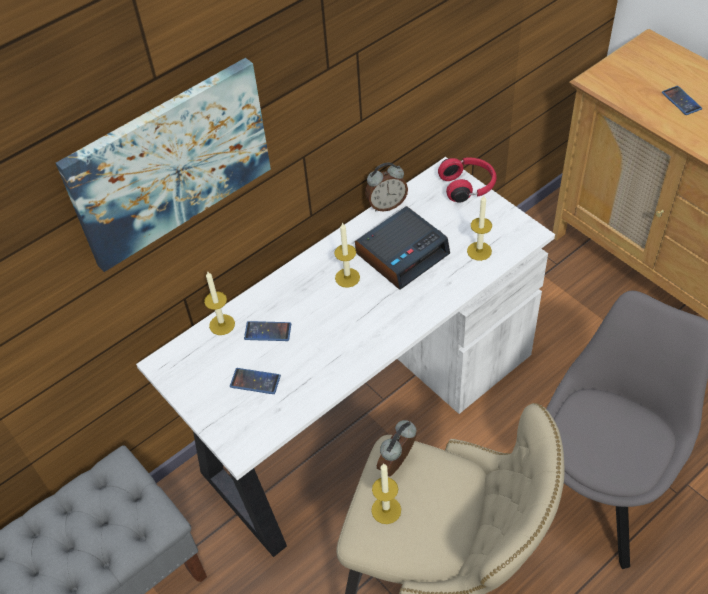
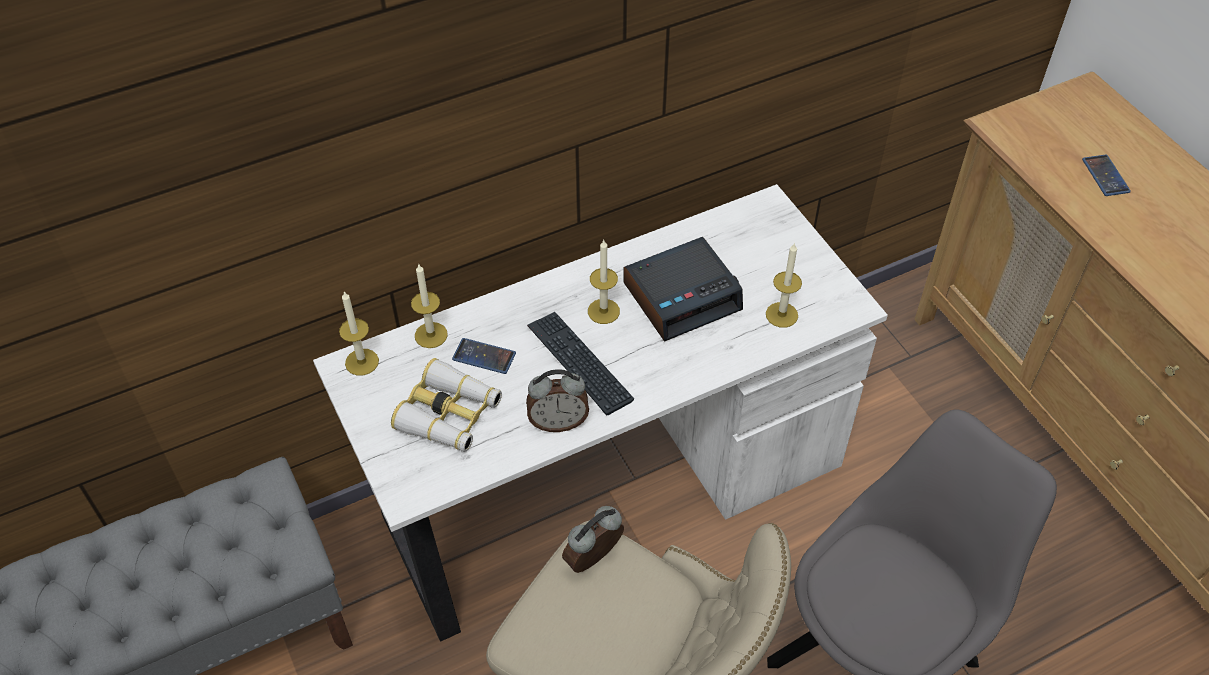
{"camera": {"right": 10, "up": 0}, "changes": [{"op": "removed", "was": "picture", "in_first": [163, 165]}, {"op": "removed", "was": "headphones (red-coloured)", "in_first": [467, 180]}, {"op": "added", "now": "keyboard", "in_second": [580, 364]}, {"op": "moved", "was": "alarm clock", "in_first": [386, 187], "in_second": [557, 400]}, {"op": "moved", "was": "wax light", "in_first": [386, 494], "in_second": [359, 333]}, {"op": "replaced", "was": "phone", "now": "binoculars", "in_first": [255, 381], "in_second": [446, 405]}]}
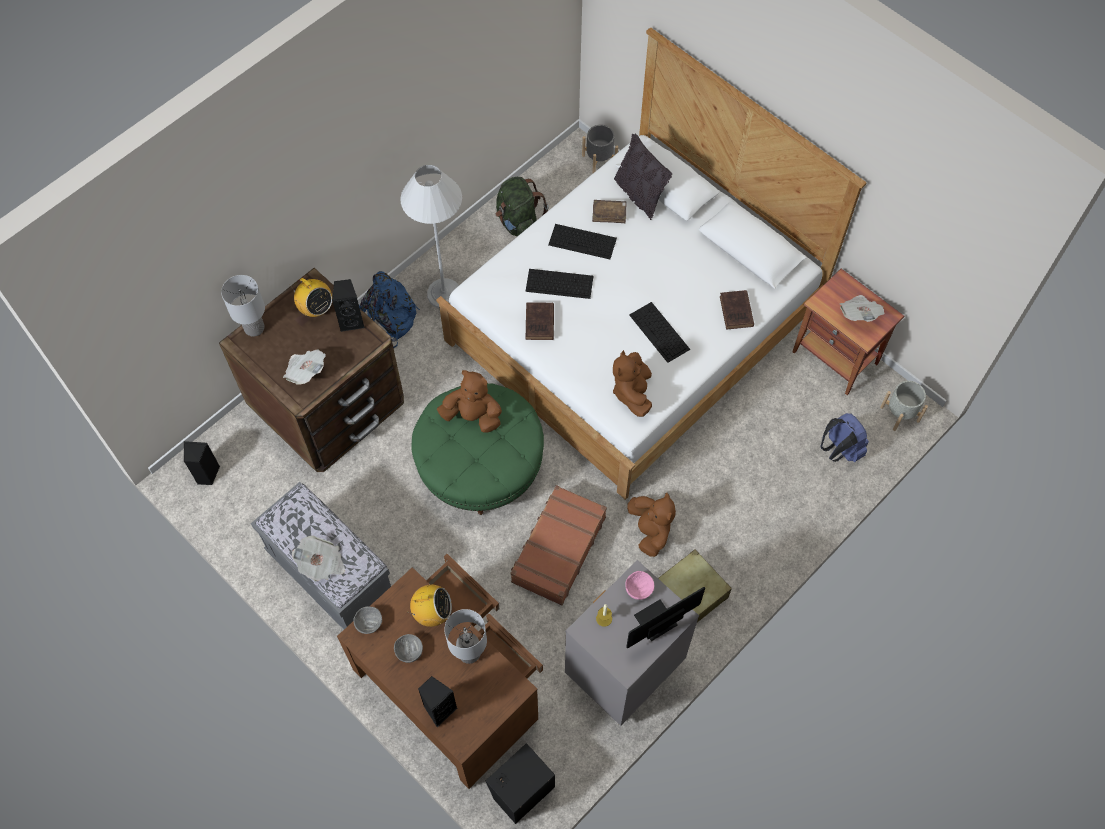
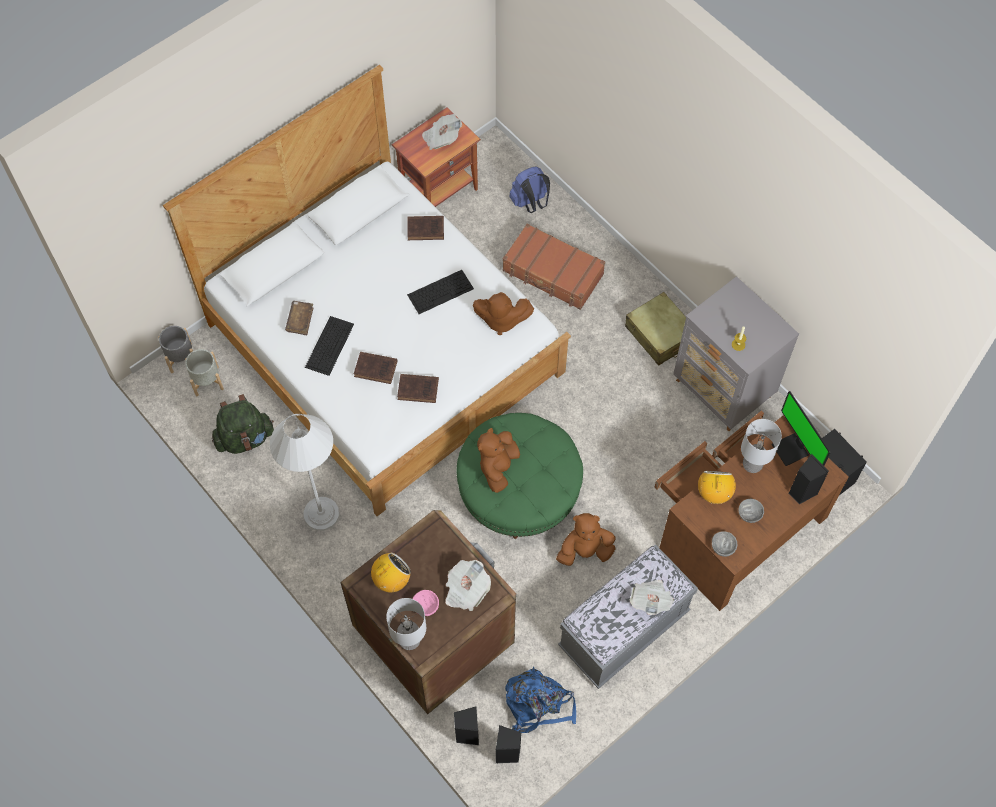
{"camera": {"right": -85, "up": 0}, "changes": [{"op": "removed", "was": "throw pillow (black-coloured)", "in_first": [643, 176]}, {"op": "moved", "was": "loudspeaker (black-coloured)", "in_first": [348, 305], "in_second": [466, 726]}, {"op": "moved", "was": "rucksack (blue)", "in_first": [389, 309], "in_second": [540, 700]}, {"op": "moved", "was": "travel case (brownish)", "in_first": [559, 545], "in_second": [554, 267]}, {"op": "moved", "was": "serving bowl (pink)", "in_first": [639, 585], "in_second": [426, 603]}, {"op": "moved", "was": "computer display", "in_first": [665, 617], "in_second": [801, 428]}, {"op": "moved", "was": "soft toy (brownish)", "in_first": [651, 525], "in_second": [586, 539]}, {"op": "moved", "was": "flower pot (gray)", "in_first": [904, 406], "in_second": [204, 372]}, {"op": "replaced", "was": "keyboard", "now": "bound book (brownish)", "in_first": [559, 284], "in_second": [376, 368]}]}
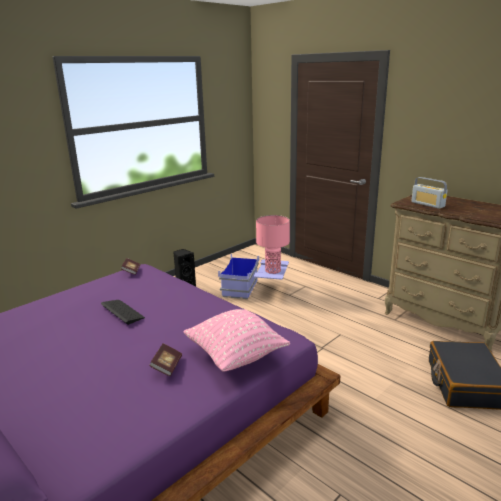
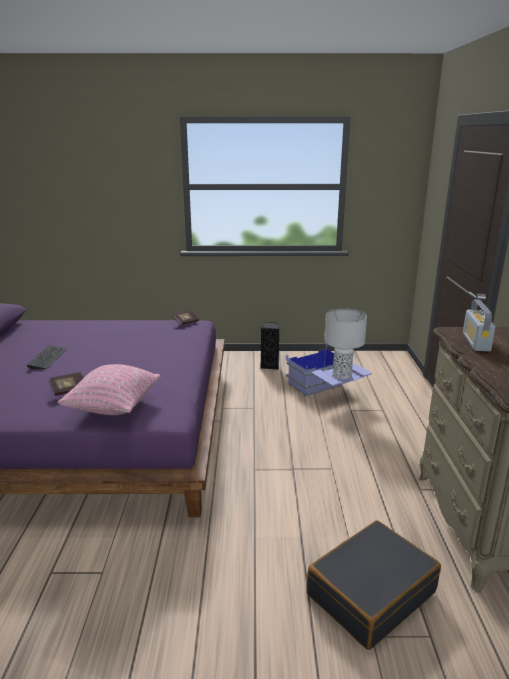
{"camera": {"right": 45, "up": 0}, "changes": [{"op": "moved", "was": "keyboard", "in_first": [123, 312], "in_second": [47, 357]}, {"op": "recoloured", "was": "table lamp (pink)", "now": "table lamp (whitish)", "in_first": [273, 244], "in_second": [345, 344]}]}
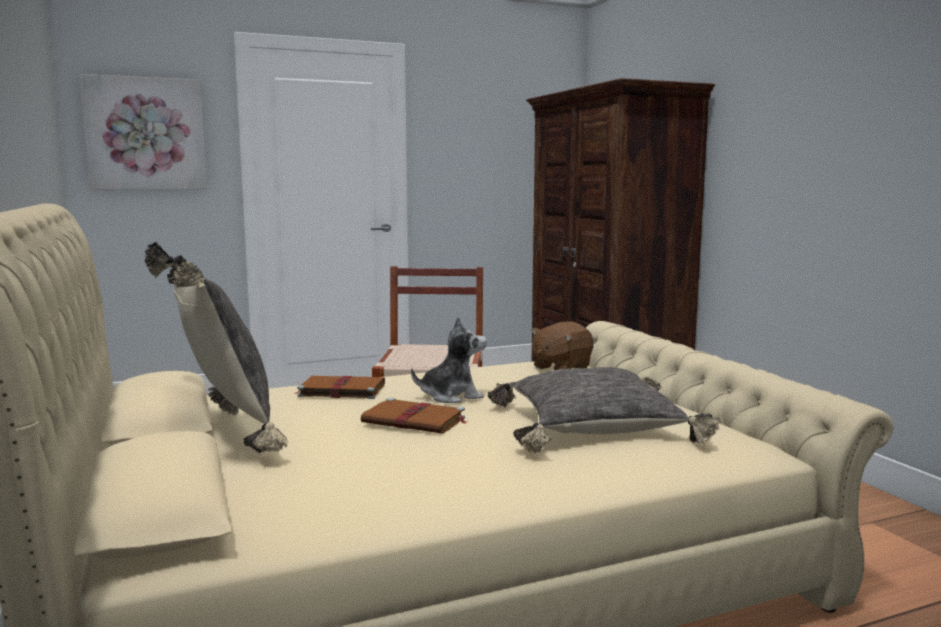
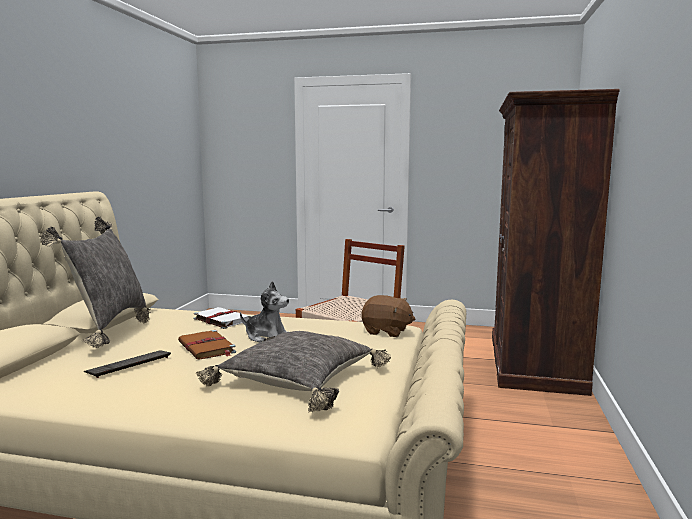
{"camera": {"right": 35, "up": 0}, "changes": [{"op": "removed", "was": "picture", "in_first": [143, 132]}, {"op": "added", "now": "keyboard", "in_second": [127, 364]}, {"op": "recoloured", "was": "bound book (brownish)", "now": "bound book (whitish)", "in_first": [339, 387], "in_second": [222, 318]}, {"op": "turned", "was": "soft toy (brownish)", "in_first": [562, 346], "in_second": [388, 316], "clockwise": -150}]}
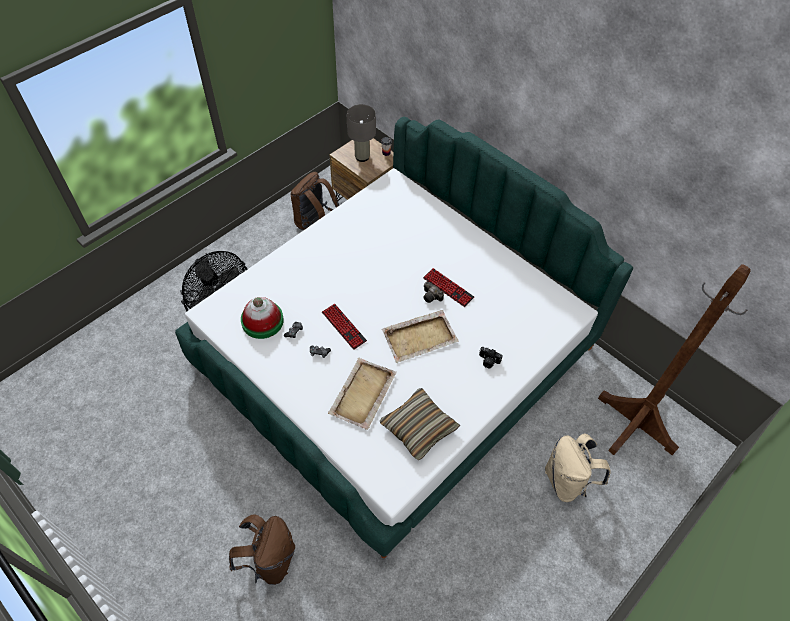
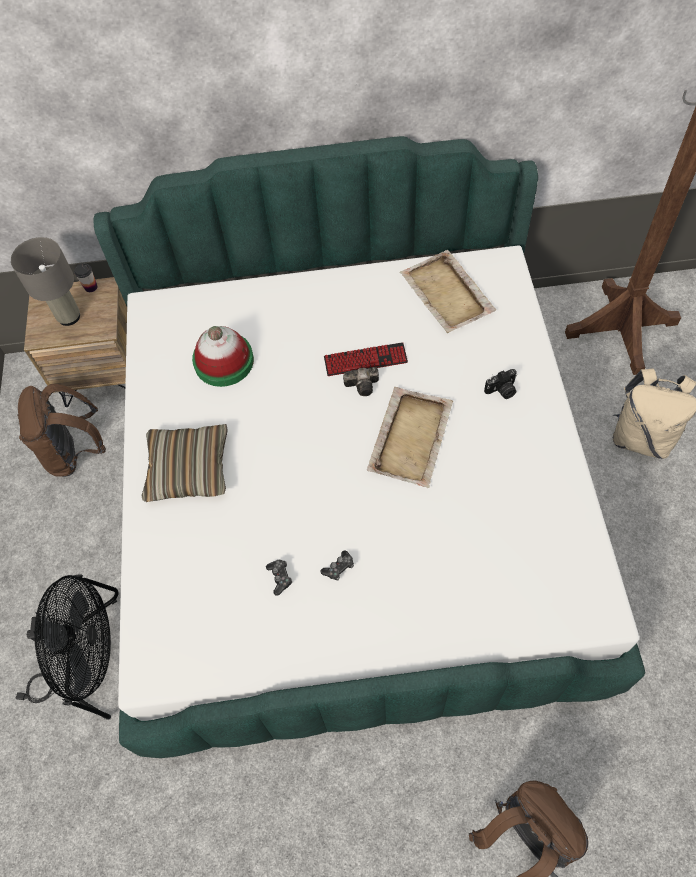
{"camera": {"right": -45, "up": 5}, "changes": [{"op": "removed", "was": "keyboard", "in_first": [344, 327]}, {"op": "moved", "was": "clothing hat", "in_first": [262, 318], "in_second": [223, 356]}, {"op": "moved", "was": "tray (sand-coloured)", "in_first": [362, 394], "in_second": [448, 291]}, {"op": "moved", "was": "throw pillow", "in_first": [420, 424], "in_second": [185, 463]}]}
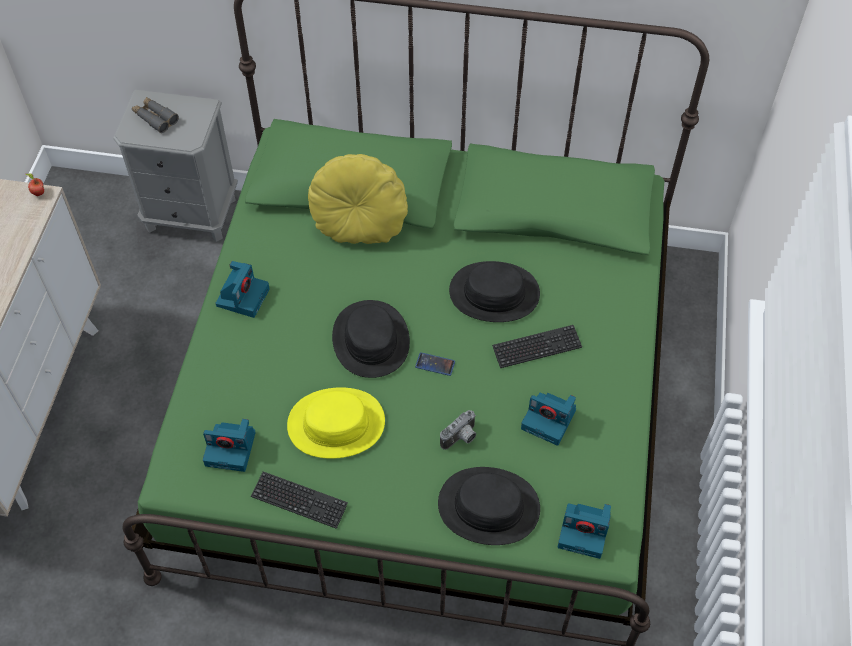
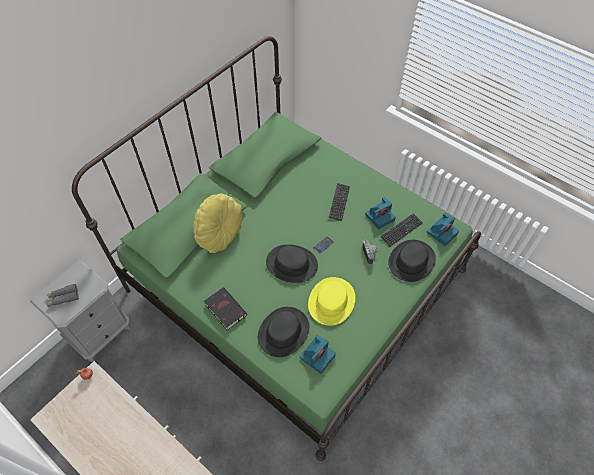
{"camera": {"right": -60, "up": 0}, "changes": [{"op": "moved", "was": "keyboard", "in_first": [299, 500], "in_second": [401, 230]}, {"op": "moved", "was": "clothing hat (black-coloured)", "in_first": [494, 291], "in_second": [283, 332]}, {"op": "replaced", "was": "still camera", "now": "bound book (black-coloured)", "in_first": [242, 289], "in_second": [225, 308]}]}
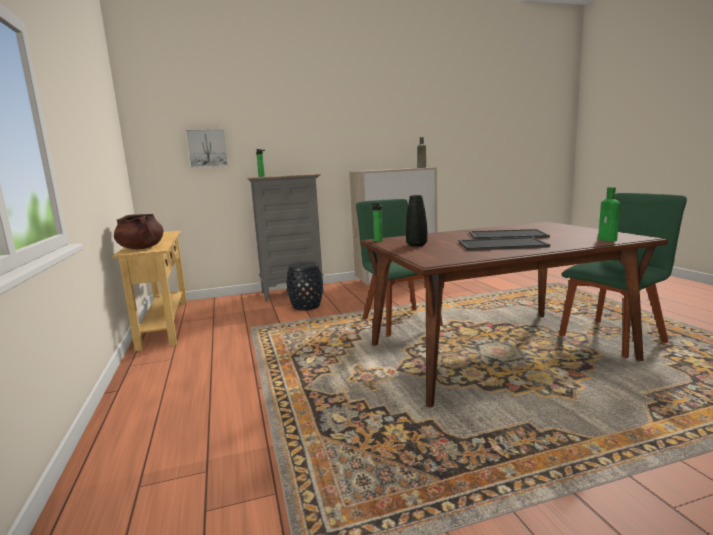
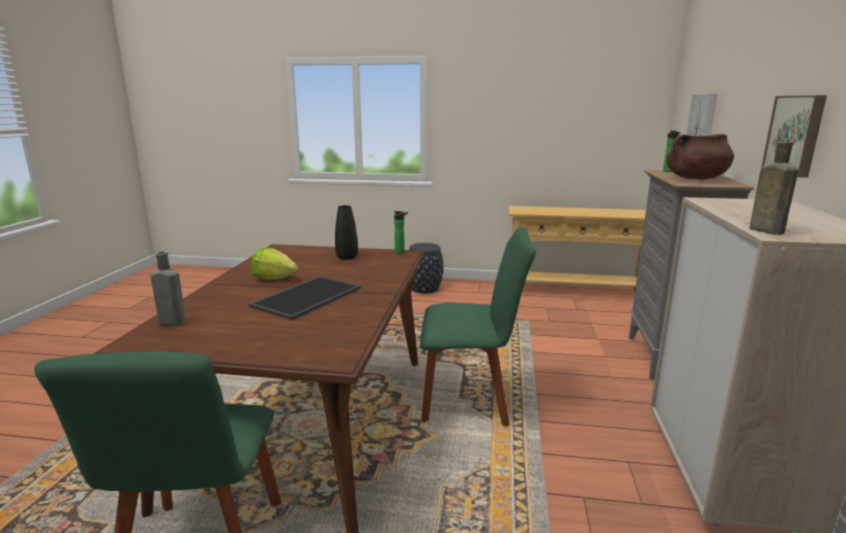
{"camera": {"right": 115, "up": 5}, "changes": [{"op": "added", "now": "picture", "in_second": [794, 136]}, {"op": "moved", "was": "cooking pot (brownish)", "in_first": [138, 231], "in_second": [700, 156]}, {"op": "moved", "was": "stool (black-coloured)", "in_first": [304, 286], "in_second": [426, 268]}, {"op": "replaced", "was": "tray", "now": "lettuce", "in_first": [504, 244], "in_second": [274, 264]}, {"op": "recoloured", "was": "beverage bottle (green)", "now": "beverage bottle (gray)", "in_first": [609, 214], "in_second": [168, 288]}]}
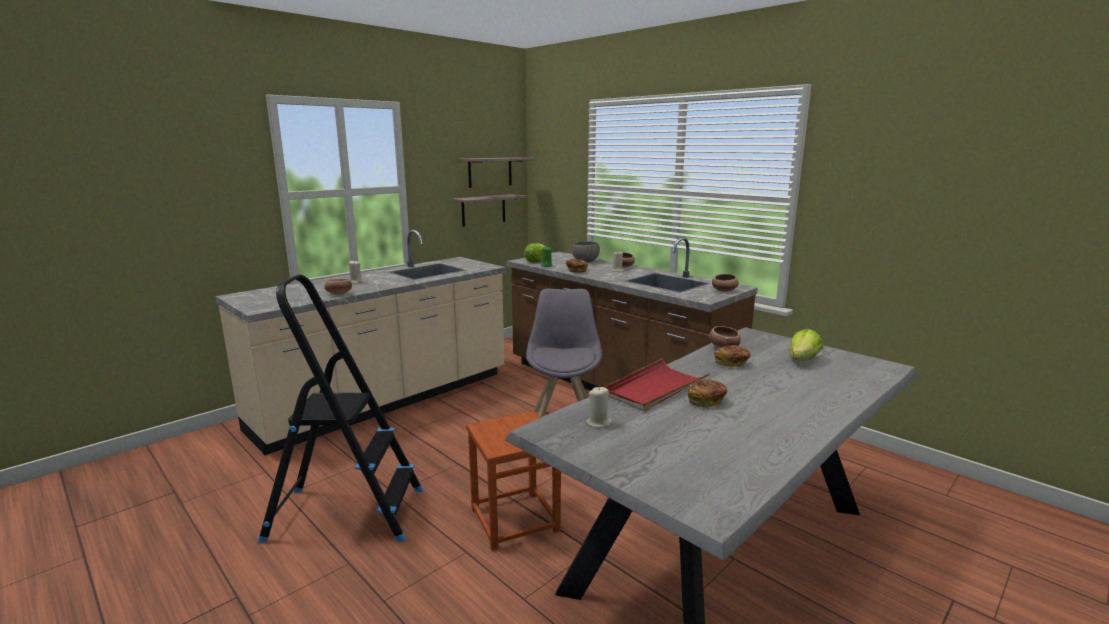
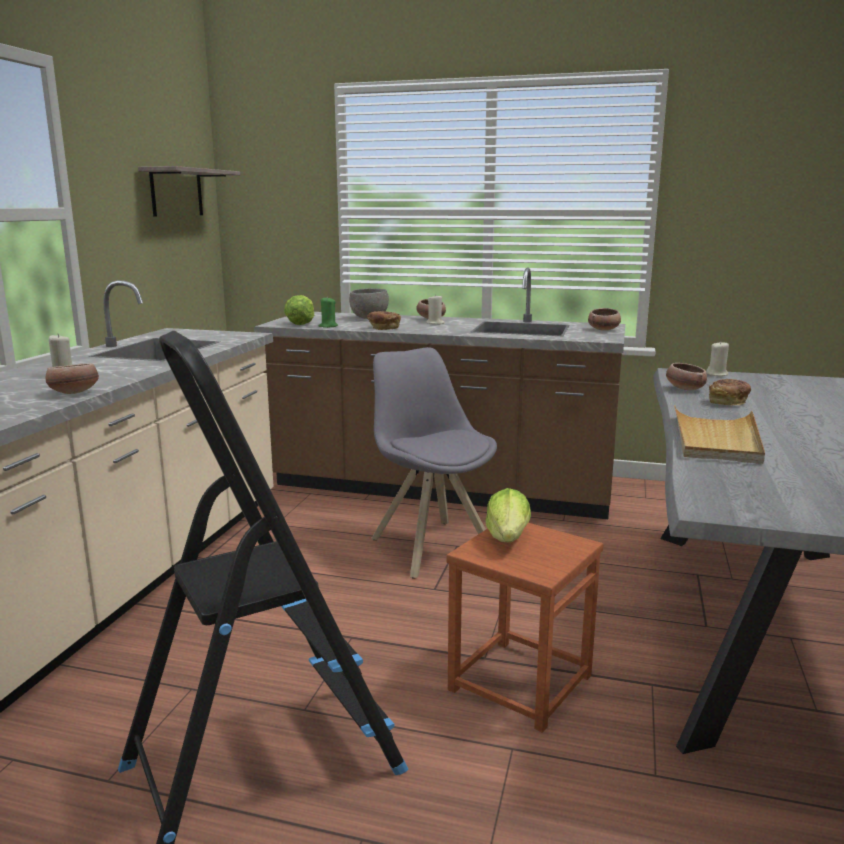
{"camera": {"right": -30, "up": 0}, "changes": [{"op": "removed", "was": "bracket shelf", "in_first": [490, 210]}, {"op": "removed", "was": "bread", "in_first": [708, 393]}, {"op": "moved", "was": "wax light (sand-coloured)", "in_first": [599, 407], "in_second": [717, 358]}, {"op": "moved", "was": "lettuce", "in_first": [806, 345], "in_second": [508, 515]}, {"op": "recoloured", "was": "tray (red-coloured)", "now": "tray (sand-coloured)", "in_first": [657, 385], "in_second": [719, 434]}]}
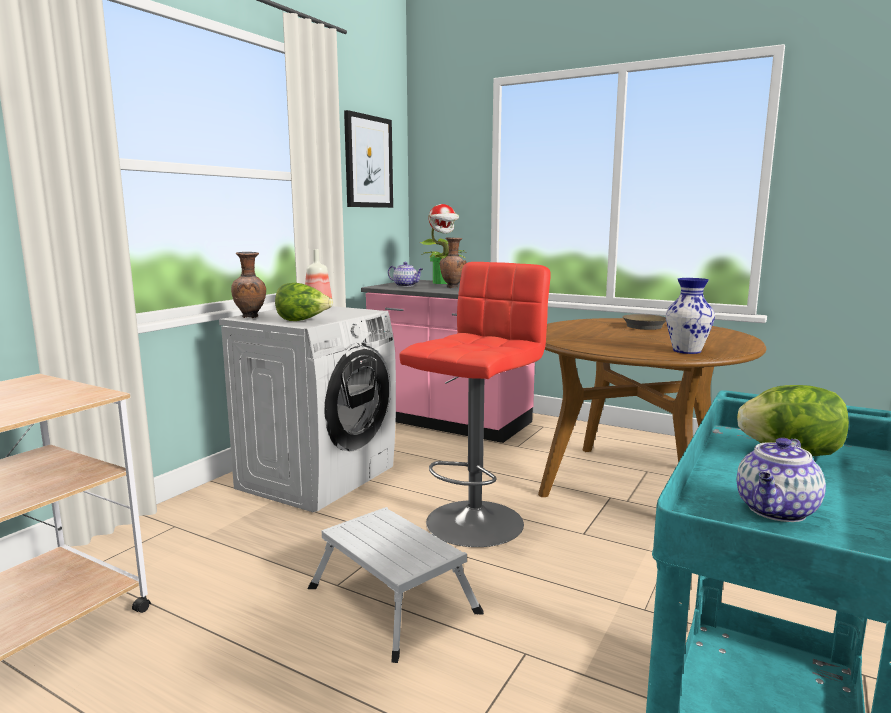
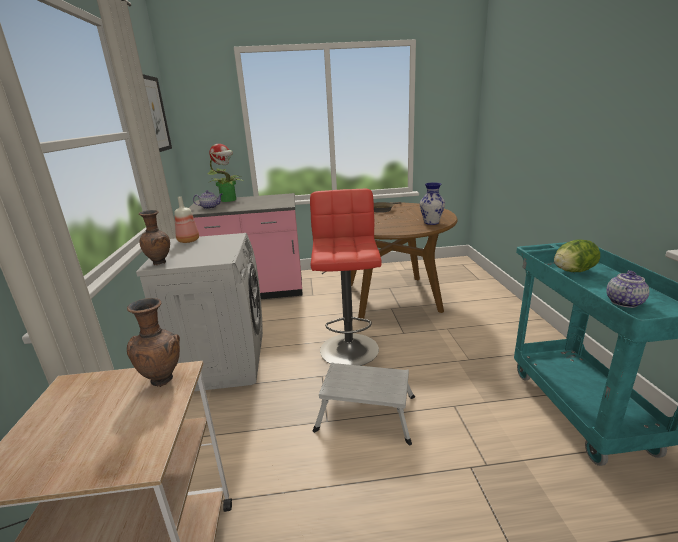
{"camera": {"right": -35, "up": 10}, "changes": [{"op": "removed", "was": "lettuce", "in_first": [304, 302]}, {"op": "moved", "was": "vase (brownish)", "in_first": [453, 262], "in_second": [153, 342]}, {"op": "turned", "was": "tea pot", "in_first": [781, 480], "in_second": [628, 289], "clockwise": -150}]}
